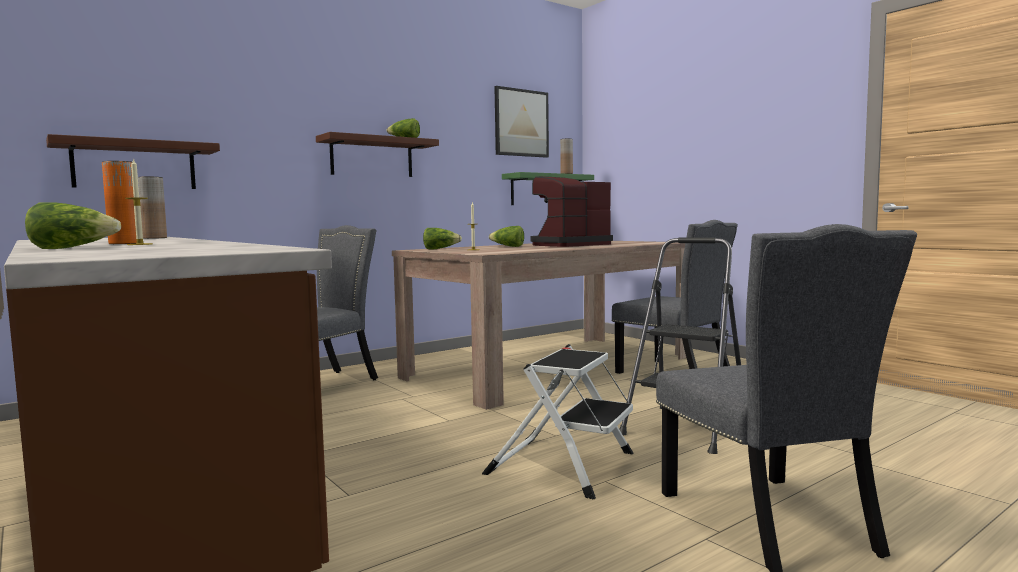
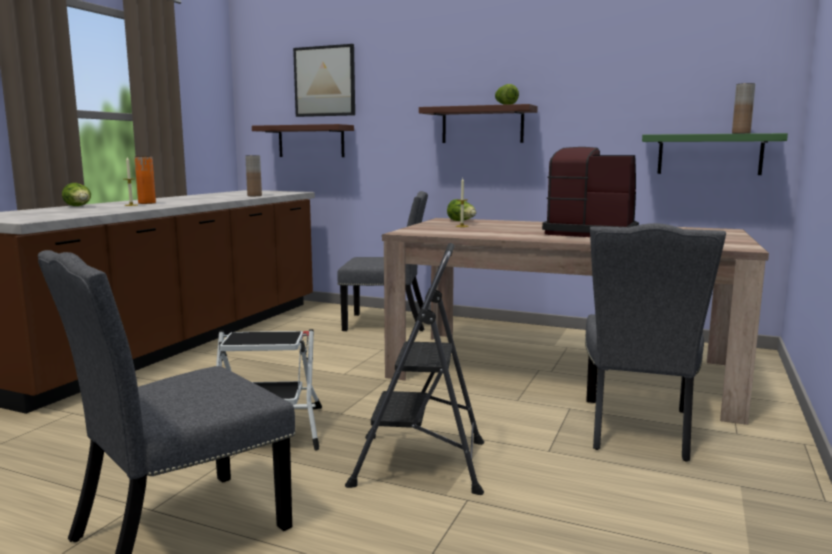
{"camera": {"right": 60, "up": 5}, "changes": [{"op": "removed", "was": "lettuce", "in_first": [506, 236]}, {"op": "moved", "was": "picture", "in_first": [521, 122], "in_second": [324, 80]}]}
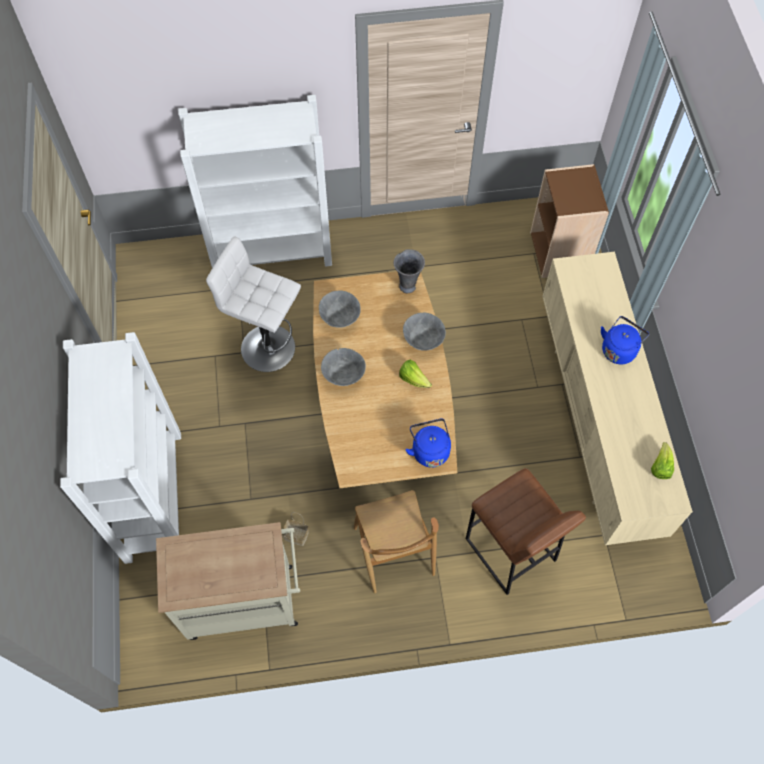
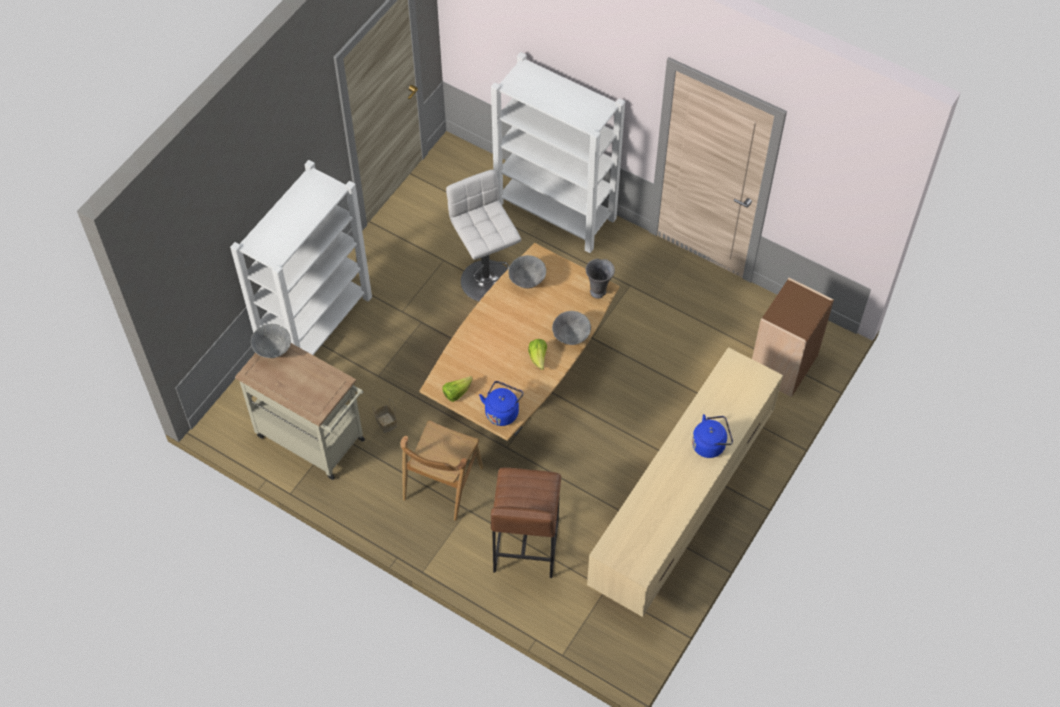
{"camera": {"right": 40, "up": -5}, "changes": [{"op": "moved", "was": "serving bowl (gray)", "in_first": [343, 367], "in_second": [271, 341]}, {"op": "moved", "was": "lettuce", "in_first": [662, 460], "in_second": [457, 389]}]}
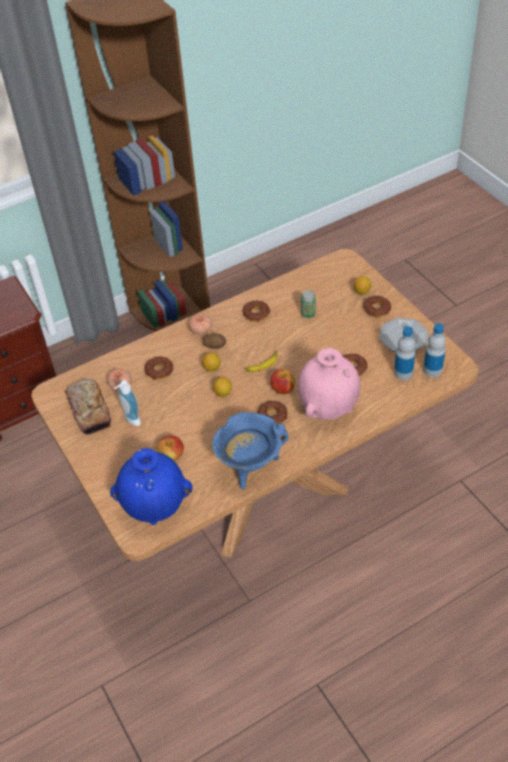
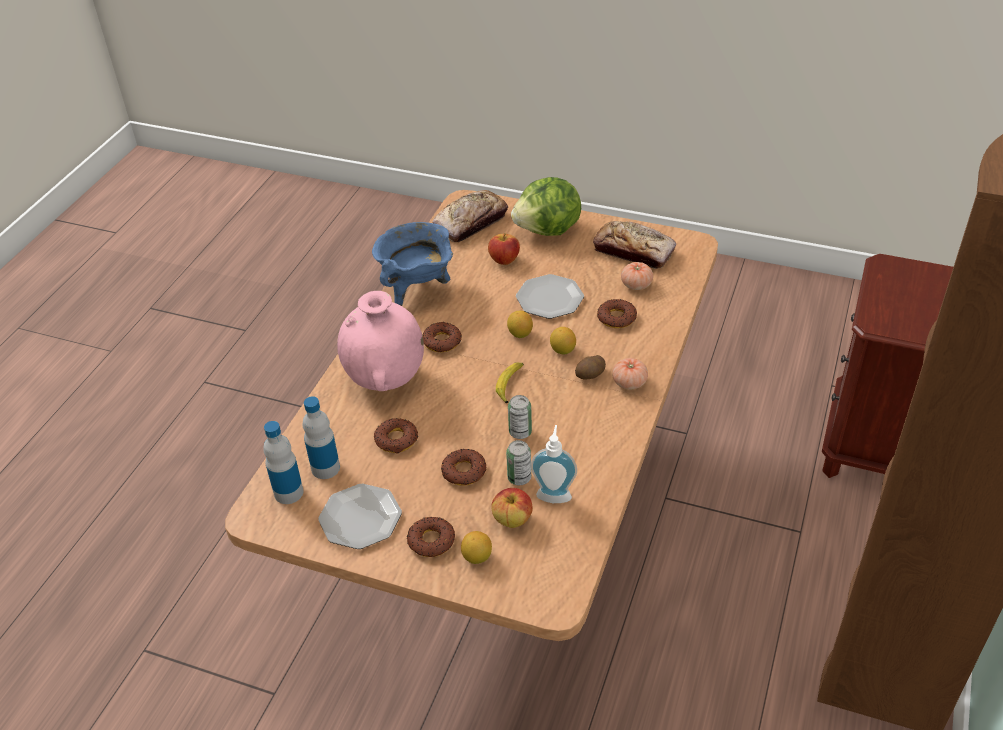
{"camera": {"right": 140, "up": -5}, "changes": [{"op": "added", "now": "sealed can", "in_second": [520, 417]}, {"op": "added", "now": "lettuce", "in_second": [546, 206]}, {"op": "added", "now": "plate", "in_second": [550, 296]}, {"op": "moved", "was": "liquid soap bottle", "in_first": [127, 403], "in_second": [554, 464]}, {"op": "moved", "was": "donut", "in_first": [256, 311], "in_second": [464, 467]}, {"op": "moved", "was": "whole apple", "in_first": [283, 381], "in_second": [512, 508]}, {"op": "replaced", "was": "vase (blue)", "now": "bread", "in_first": [151, 486], "in_second": [470, 216]}]}
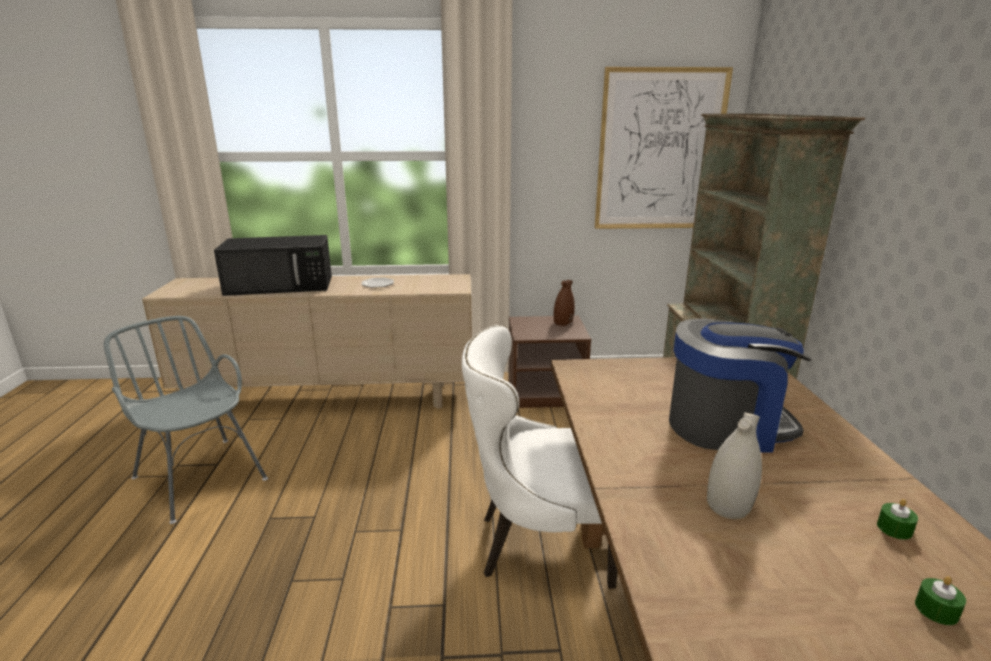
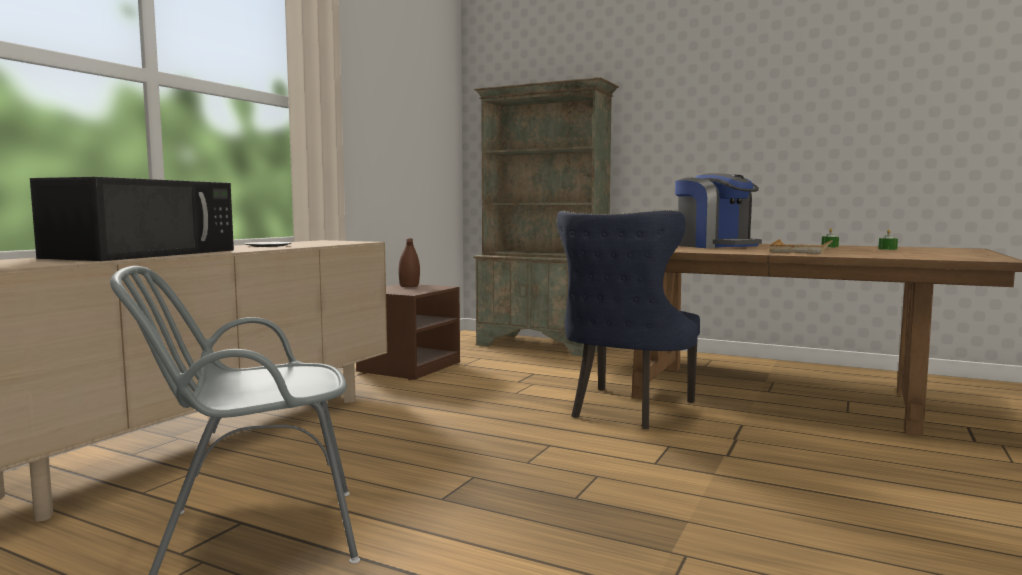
{"camera": {"right": -60, "up": -15}, "changes": [{"op": "removed", "was": "picture", "in_first": [664, 148]}, {"op": "replaced", "was": "vase (whitish)", "now": "tray (sand-coloured)", "in_first": [734, 465], "in_second": [801, 246]}, {"op": "recoloured", "was": "plain chair (whitish)", "now": "plain chair (blue)", "in_first": [539, 457], "in_second": [628, 319]}, {"op": "turned", "was": "coffee machine", "in_first": [740, 386], "in_second": [718, 210], "clockwise": 120}]}
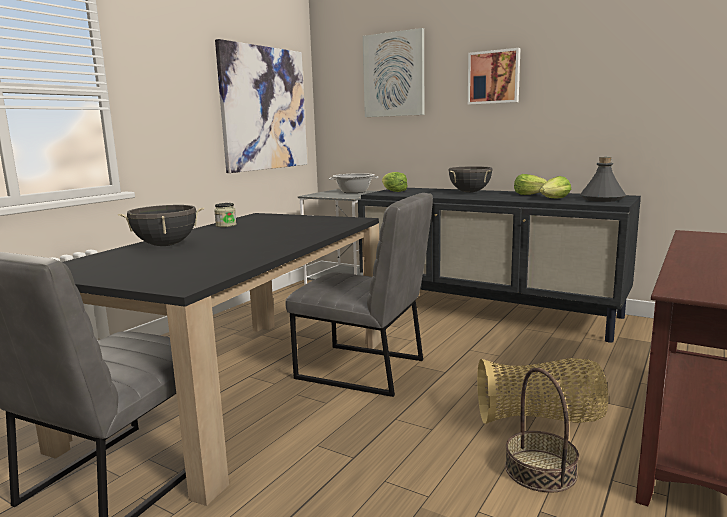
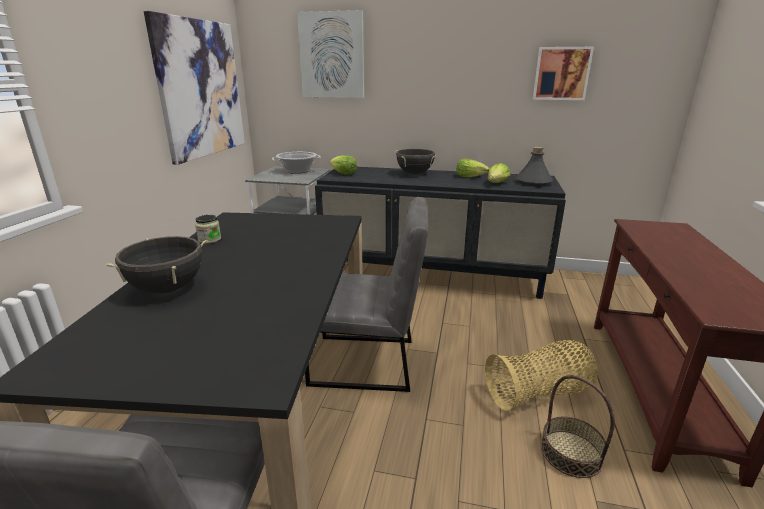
{"camera": {"right": -20, "up": 10}, "changes": [{"op": "moved", "was": "picture", "in_first": [494, 76], "in_second": [563, 73]}]}
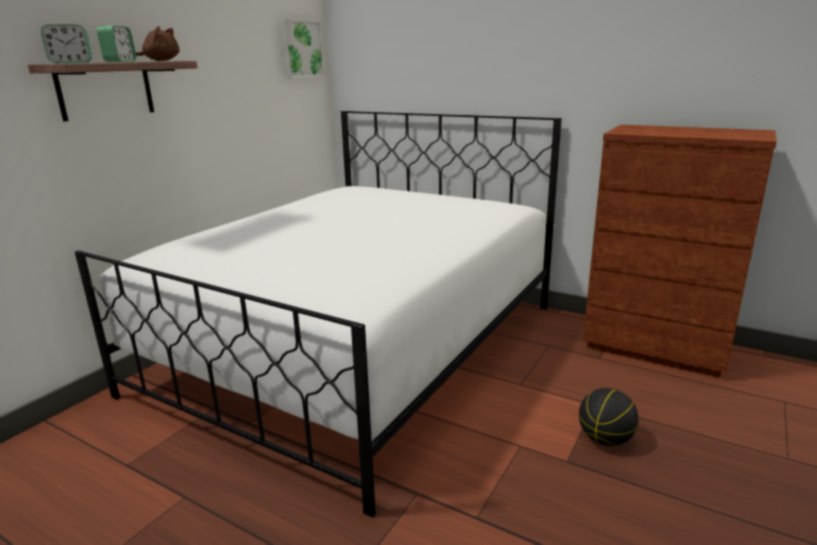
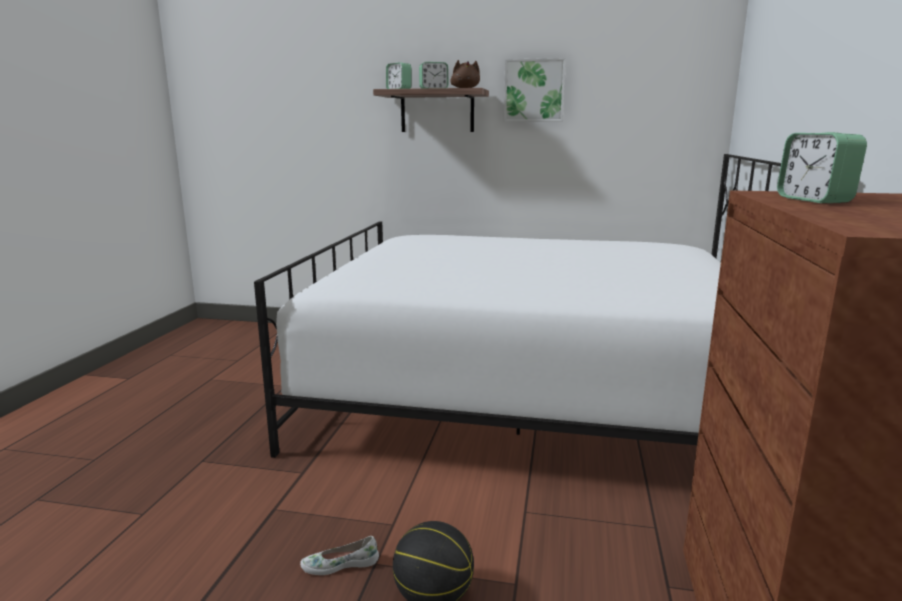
{"camera": {"right": 70, "up": -5}, "changes": [{"op": "added", "now": "item of footwear (whitish)", "in_second": [339, 555]}, {"op": "added", "now": "alarm clock", "in_second": [822, 167]}, {"op": "moved", "was": "picture", "in_first": [302, 49], "in_second": [535, 90]}]}
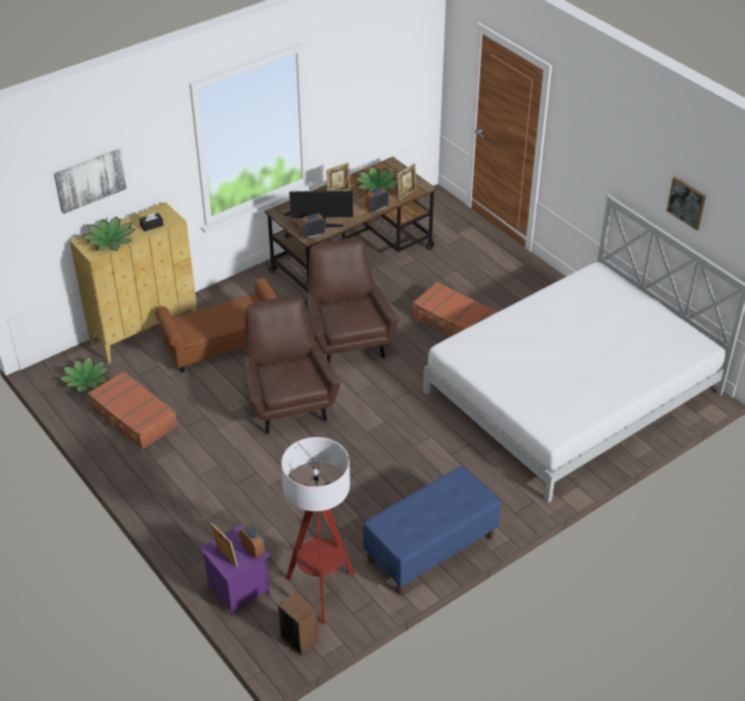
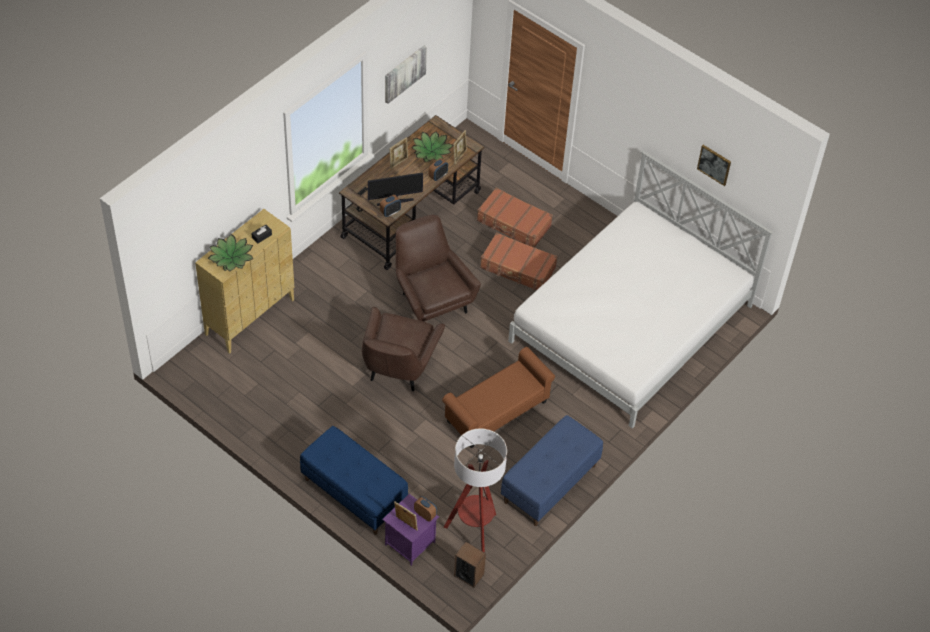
{"camera": {"right": -15, "up": 10}, "changes": [{"op": "removed", "was": "potted plant", "in_first": [84, 374]}, {"op": "added", "now": "indoor bench (blue)", "in_second": [354, 480]}, {"op": "moved", "was": "picture", "in_first": [90, 181], "in_second": [406, 75]}, {"op": "moved", "was": "travel case (brownish)", "in_first": [133, 410], "in_second": [515, 217]}, {"op": "moved", "was": "pouffe (brownish)", "in_first": [216, 325], "in_second": [498, 397]}, {"op": "turned", "was": "easy chair (brownish)", "in_first": [291, 365], "in_second": [403, 349], "clockwise": -135}]}
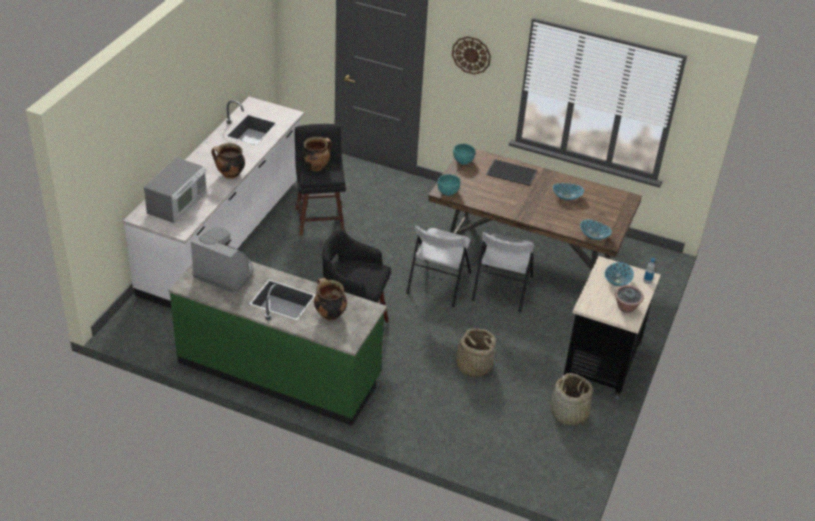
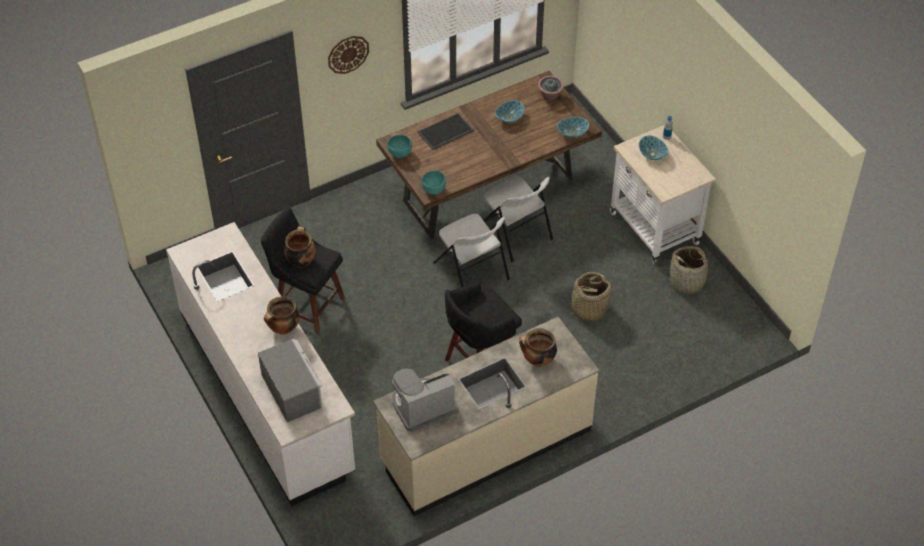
{"camera": {"right": -50, "up": 10}, "changes": [{"op": "moved", "was": "potted plant", "in_first": [629, 299], "in_second": [551, 88]}, {"op": "recoloured", "was": "kitchen counter (green)", "now": "kitchen counter (sand-coloured)", "in_first": [277, 343], "in_second": [486, 416]}, {"op": "recoloured", "was": "wheeled cart (black-coloured)", "now": "wheeled cart (whitish)", "in_first": [612, 328], "in_second": [663, 195]}]}
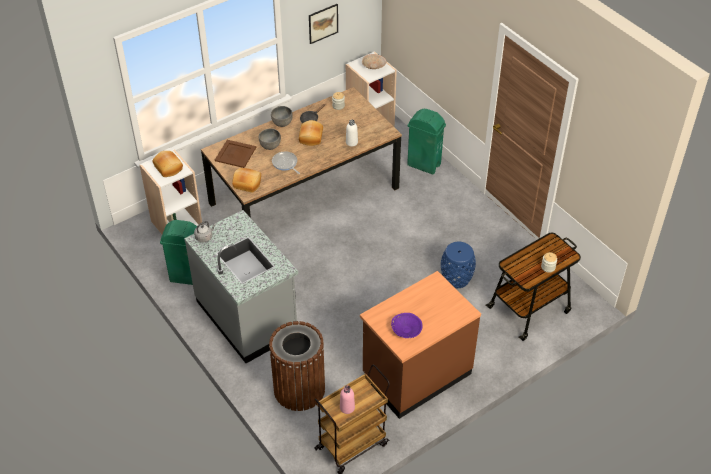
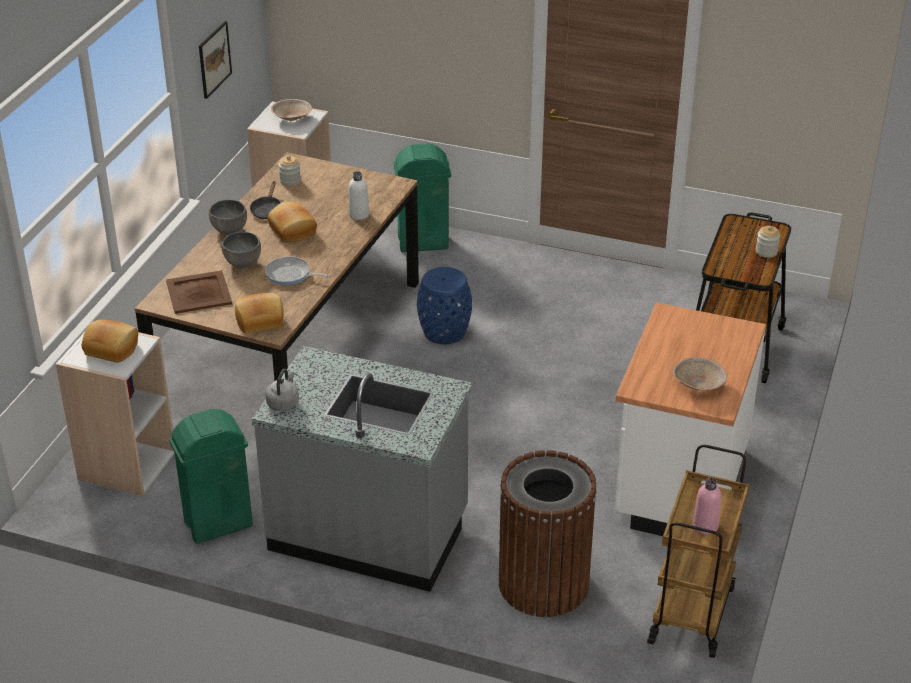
{"camera": {"right": -35, "up": -10}, "changes": [{"op": "moved", "was": "stool (blue)", "in_first": [458, 265], "in_second": [444, 305]}, {"op": "recoloured", "was": "kitchen counter (brownish)", "now": "kitchen counter (whitish)", "in_first": [420, 345], "in_second": [690, 419]}, {"op": "recoloured", "was": "serving bowl (purple-coloured)", "now": "serving bowl (sand-coloured)", "in_first": [407, 325], "in_second": [700, 373]}]}
